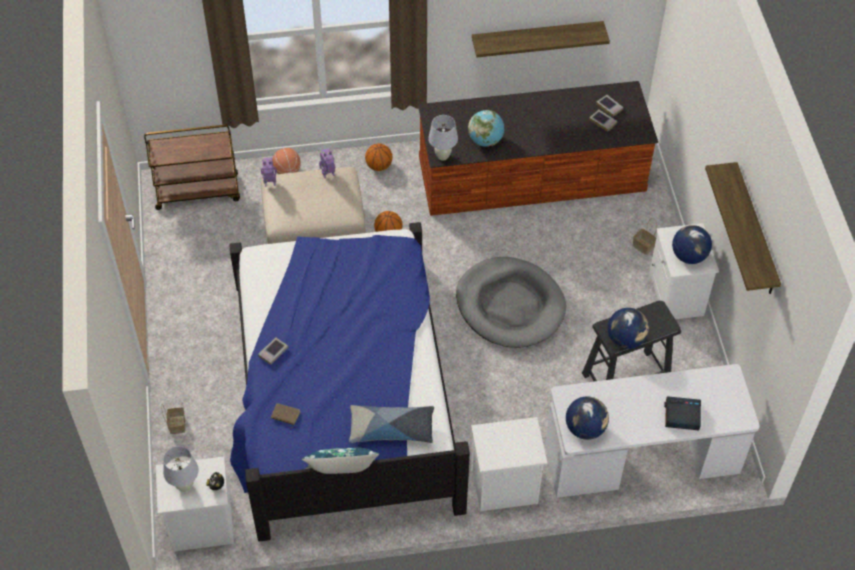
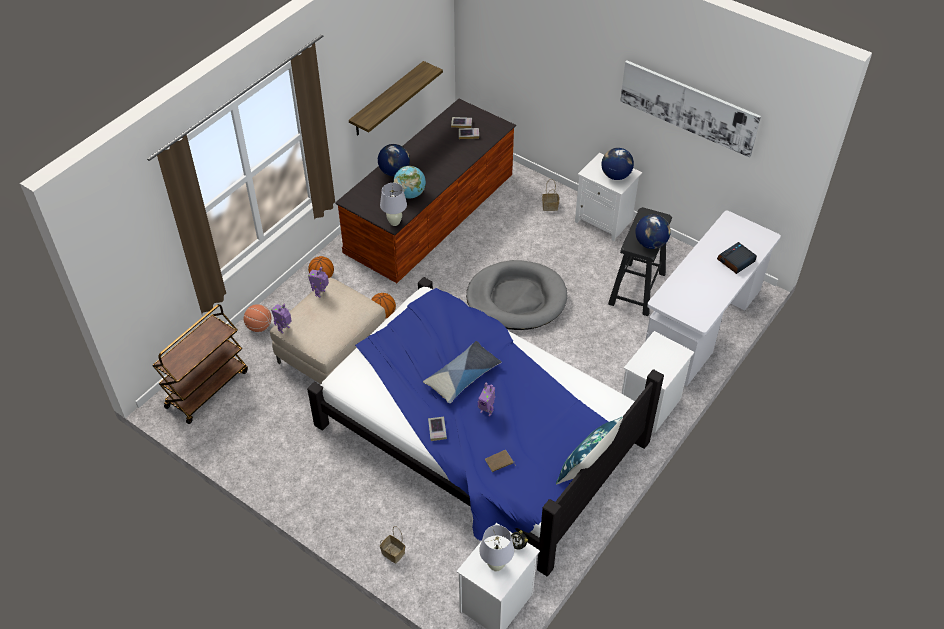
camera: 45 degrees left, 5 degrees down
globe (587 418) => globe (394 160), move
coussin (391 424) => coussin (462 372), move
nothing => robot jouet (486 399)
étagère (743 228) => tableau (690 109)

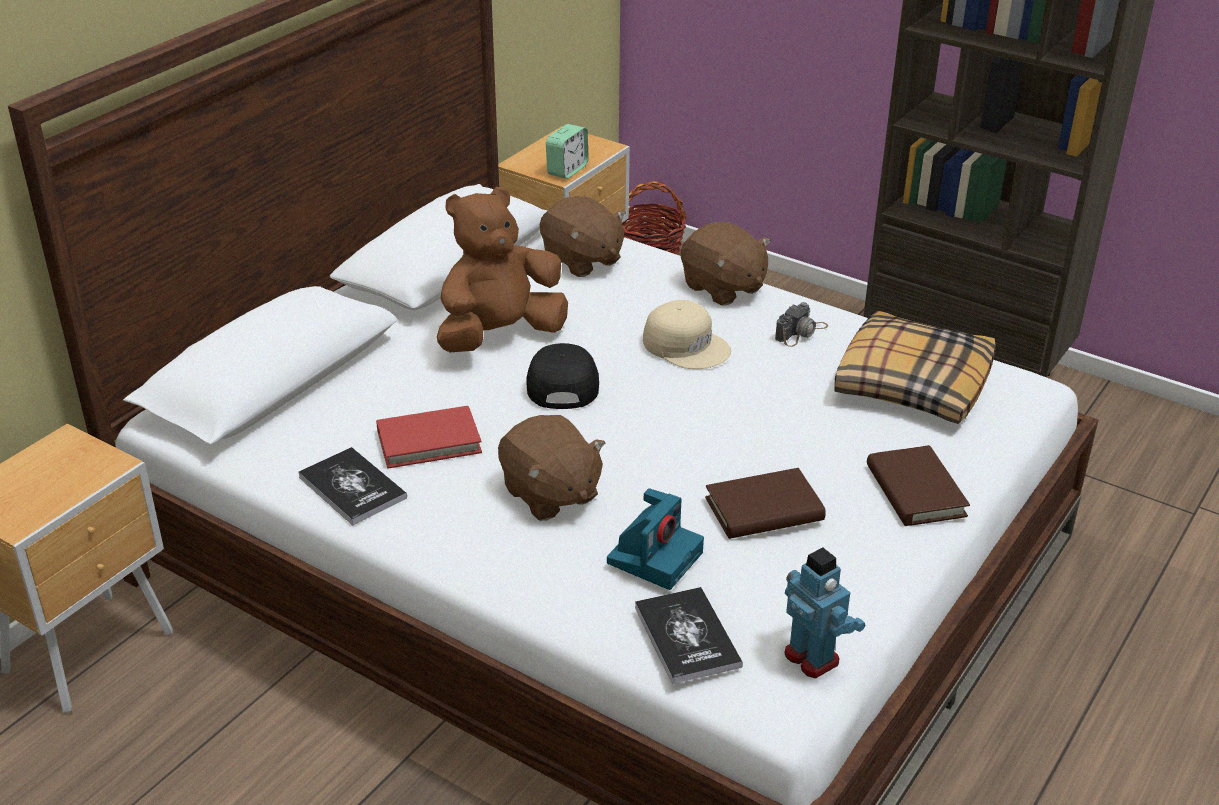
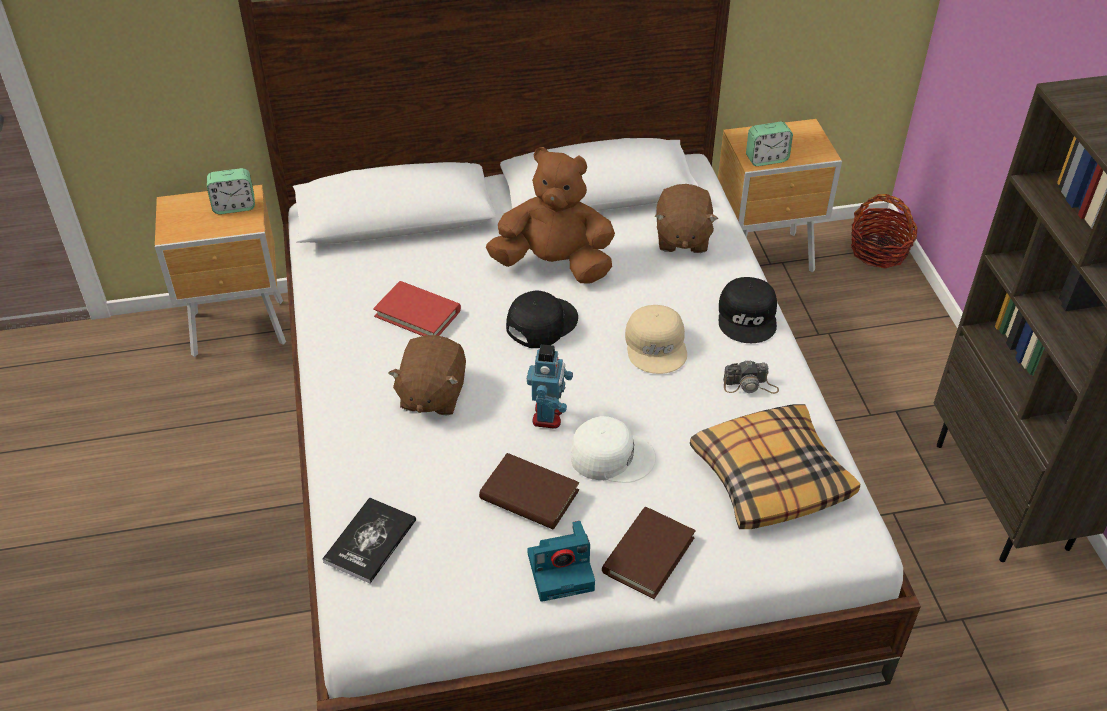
camera: 45 degrees right, 10 degrees up
nothing => réveil (231 191)
robot jouet (825 613) => robot jouet (550 386), move
appareil photo (655 539) => appareil photo (561 561), move
nothing => casquette (blanc) (613 449)
peluche (marron) (726 264) => casquette (noir) (748 310)
livre (352 486) => nothing

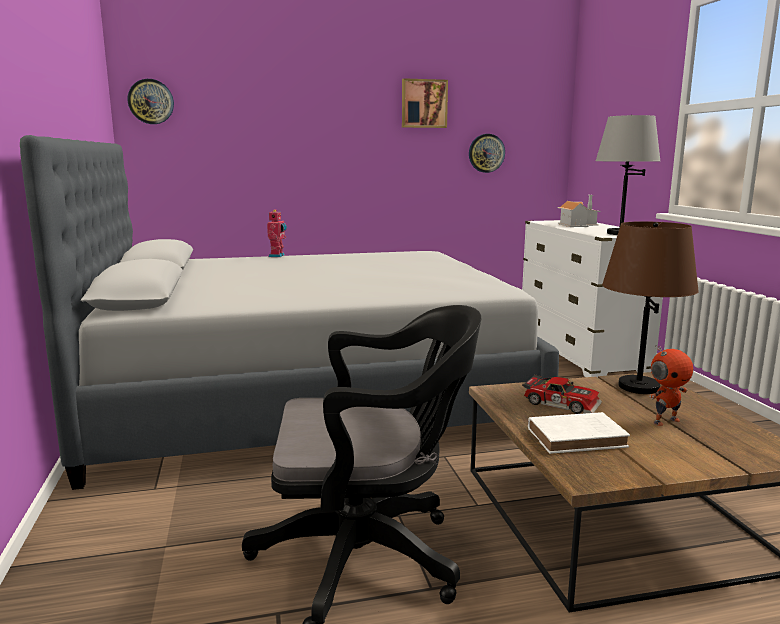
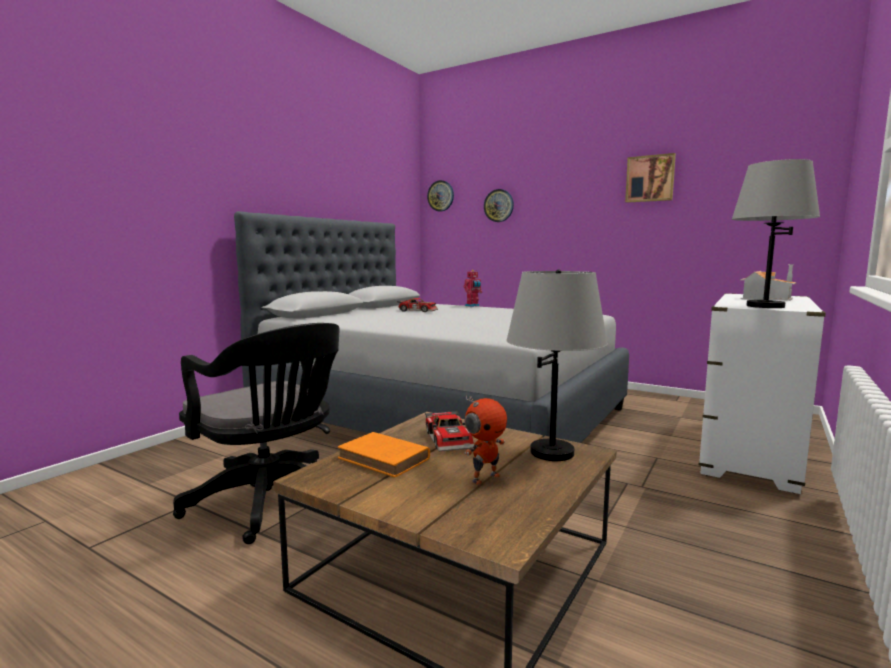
camera: 45 degrees right, 5 degrees down
livre (blanc) (579 433) => livre (orange) (384 455)
nothing => petite voiture (417 305)
robot jouet (671 385) => robot jouet (486 440), 60 degrees counterclockwise
horloge murale (487 153) => horloge murale (499 205), move
lampe de table (marron) (650 307) => lampe de table (gris) (557 365)

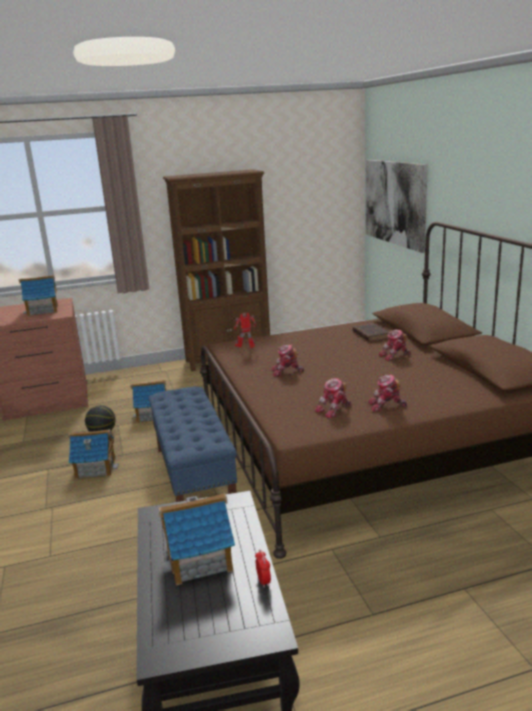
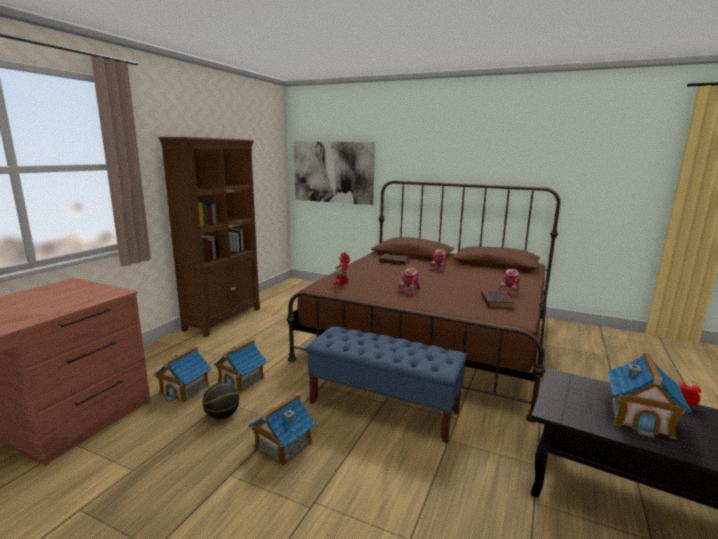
camera: 50 degrees left, 5 degrees down
maison miniature (38 295) => maison miniature (183 374), move
robot jouet (332 398) => livre (marron) (498 299)

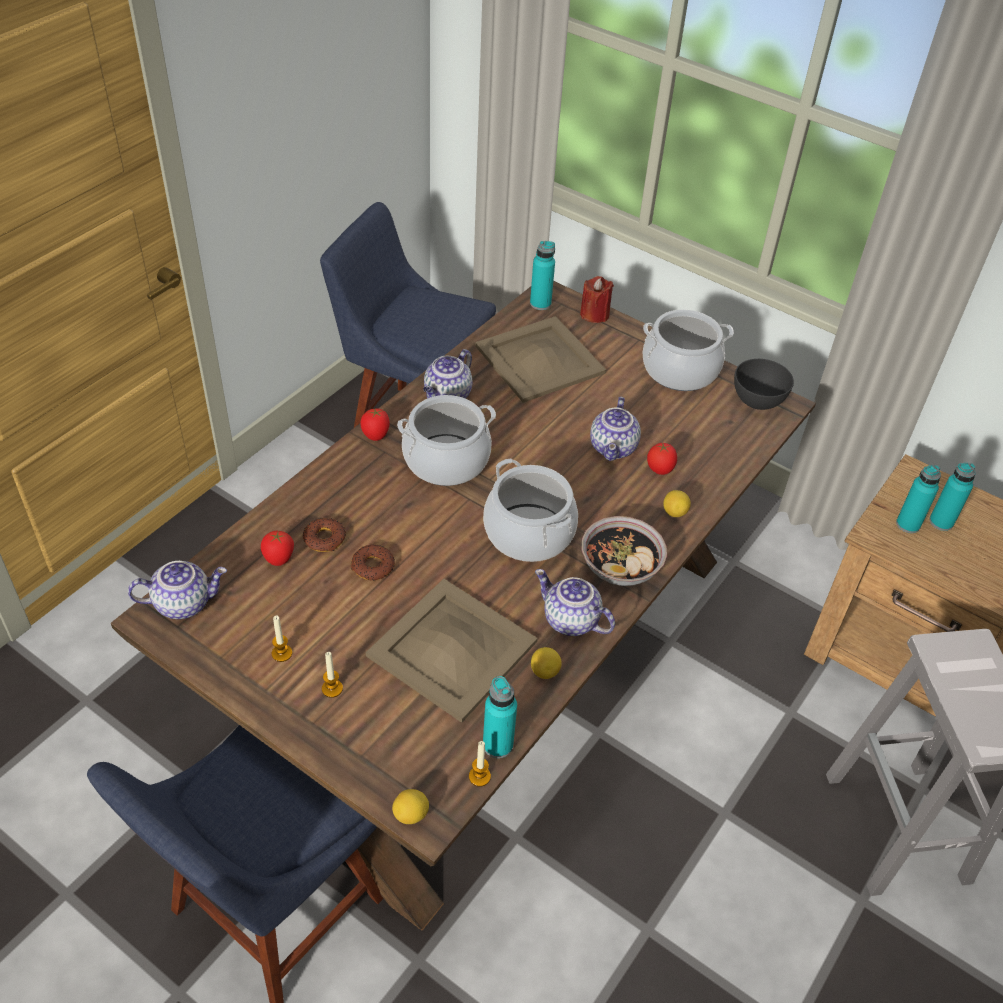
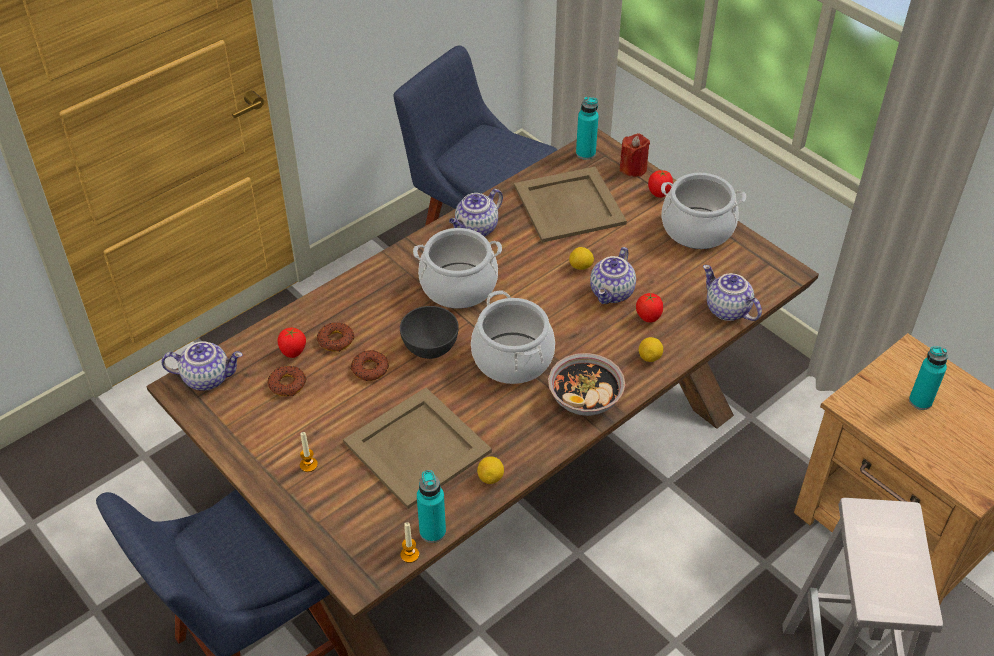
camera: 15 degrees right, 0 degrees up
nothing => beignet (287 381)
bol (gris) (764 384) => bol (gris) (429 332), move
citron (410 806) => citron (581 258), move
tomate (375 424) => tomate (660 184), move
théière (575 602) => théière (732 293), move
bougie (282 638) => nothing
bouteille (turquoise) (918 499) => nothing

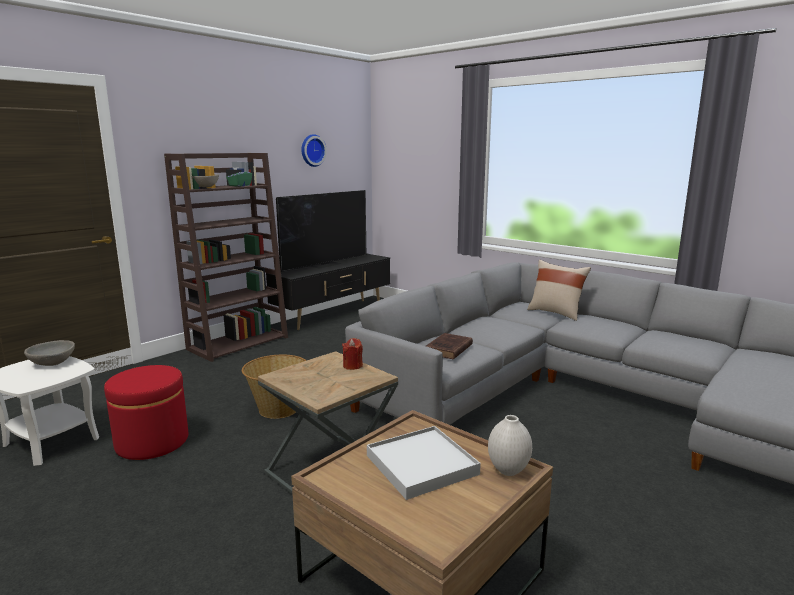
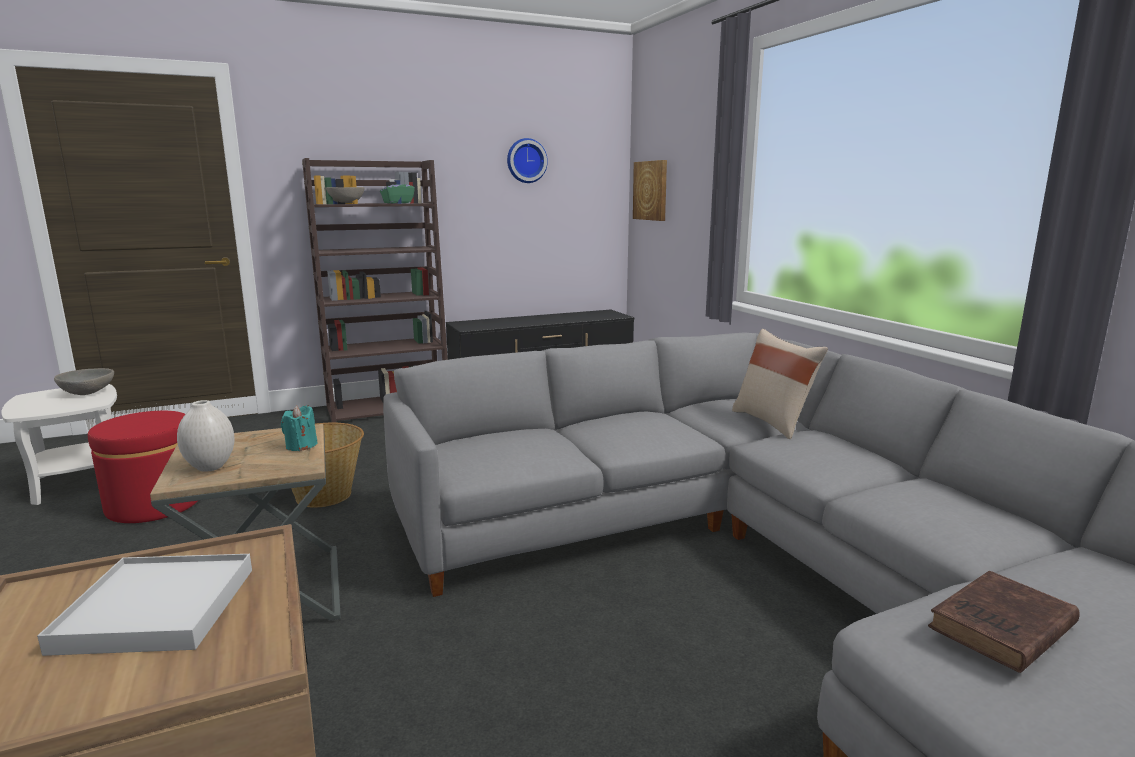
camera: 25 degrees right, 0 degrees up
vase (blanc) (510 445) => vase (blanc) (206 436), move
bougie (rouge) (352 354) => bougie (turquoise) (299 428)
nothing => tableau (650 190)
livre (marron) (449 346) => livre (marron) (1004 622), move
téléviseur (321 231) => nothing

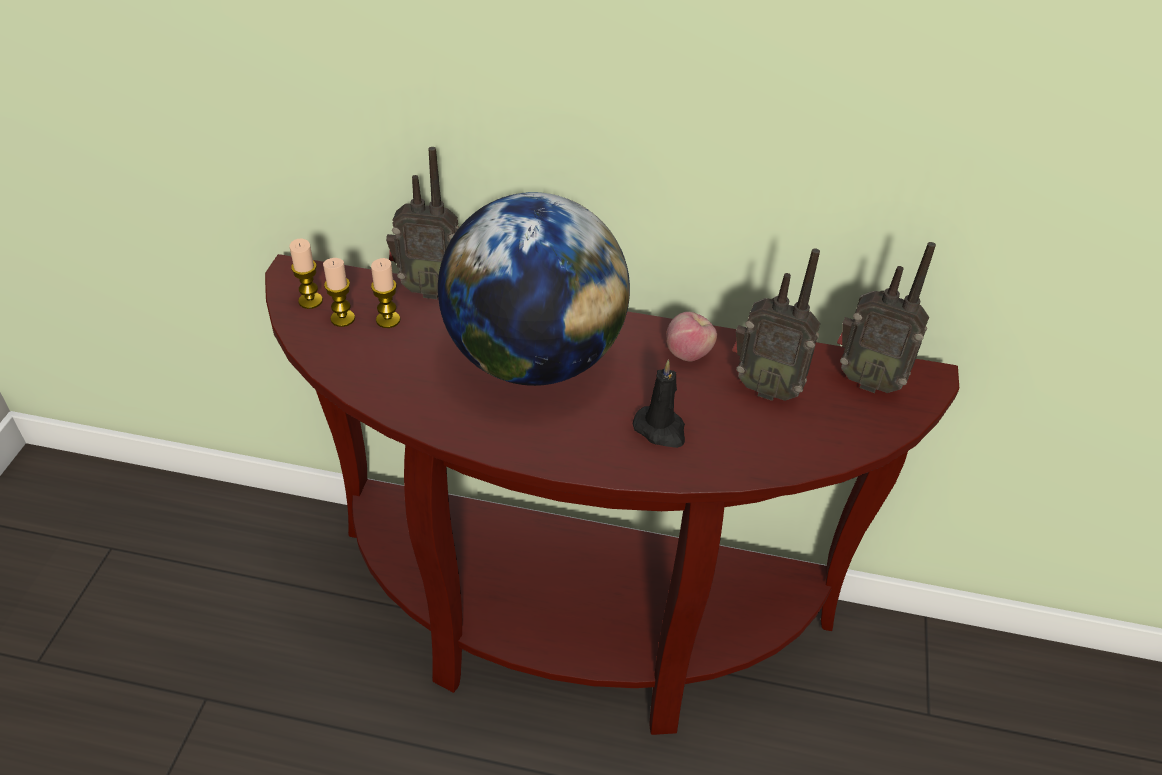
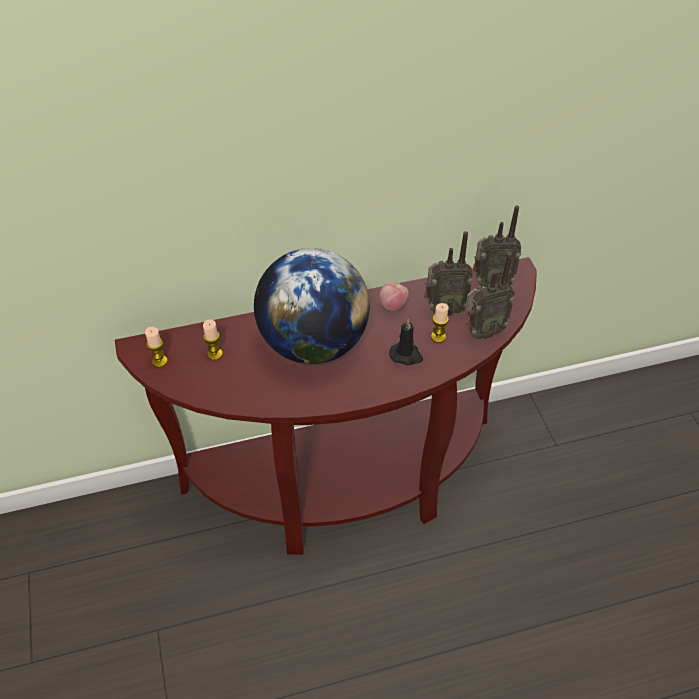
camera: 25 degrees left, 5 degrees up
bougie (339 292) => bougie (440 323), move
radio (422 223) => radio (490 295), move

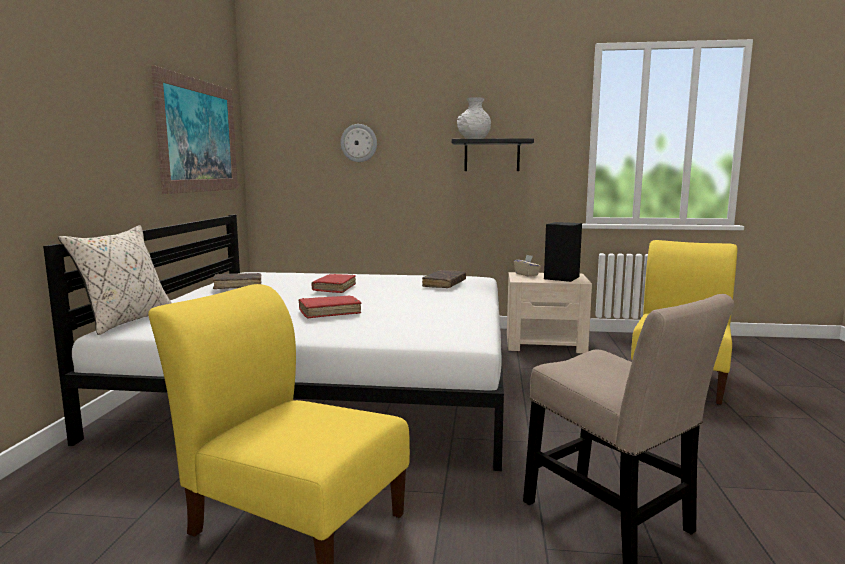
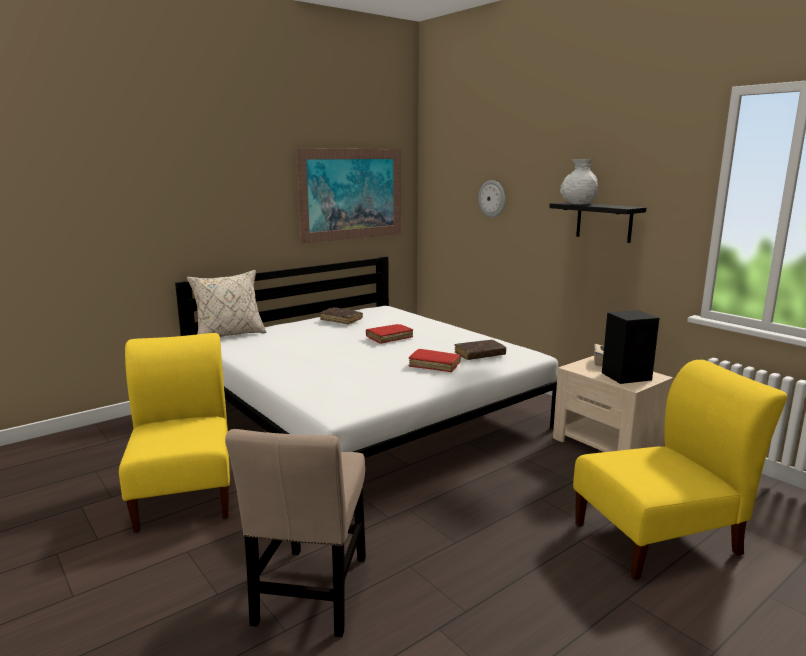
camera: 45 degrees right, 5 degrees up
livre (rouge) (329 307) => livre (rouge) (435 360), move

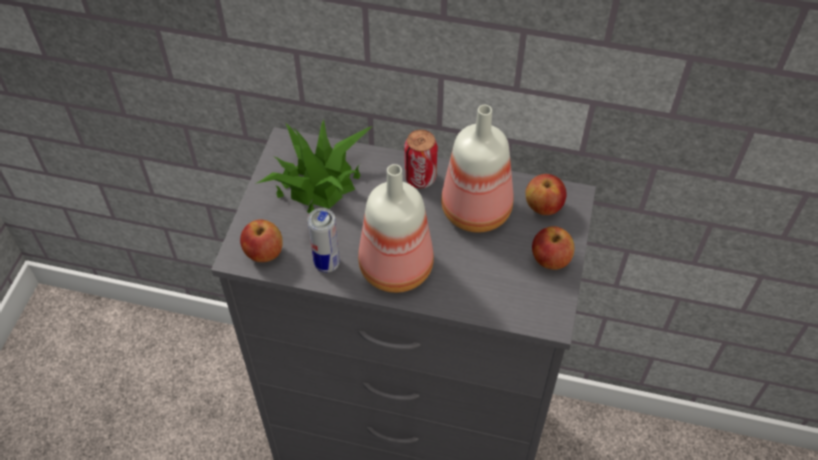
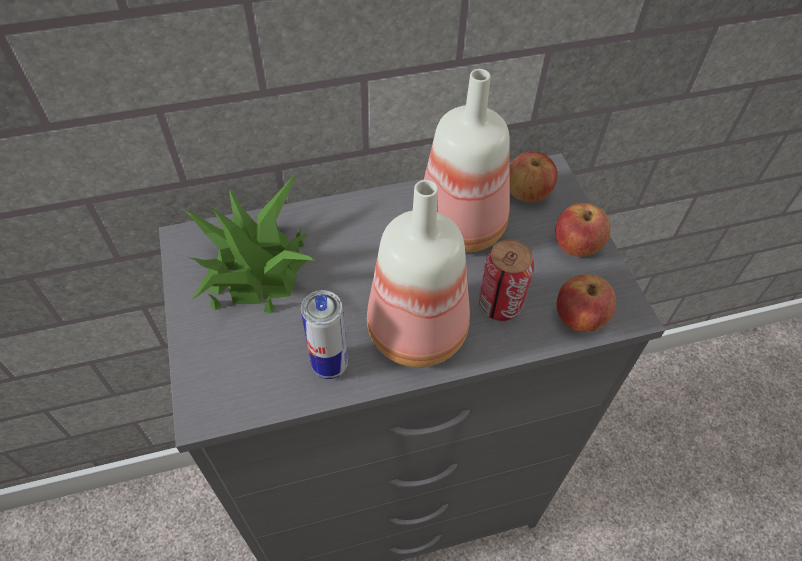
camera: 30 degrees left, 0 degrees up
boîte métallique (421 159) => boîte métallique (506 280), move
pomme (261 240) => pomme (586 303), move

